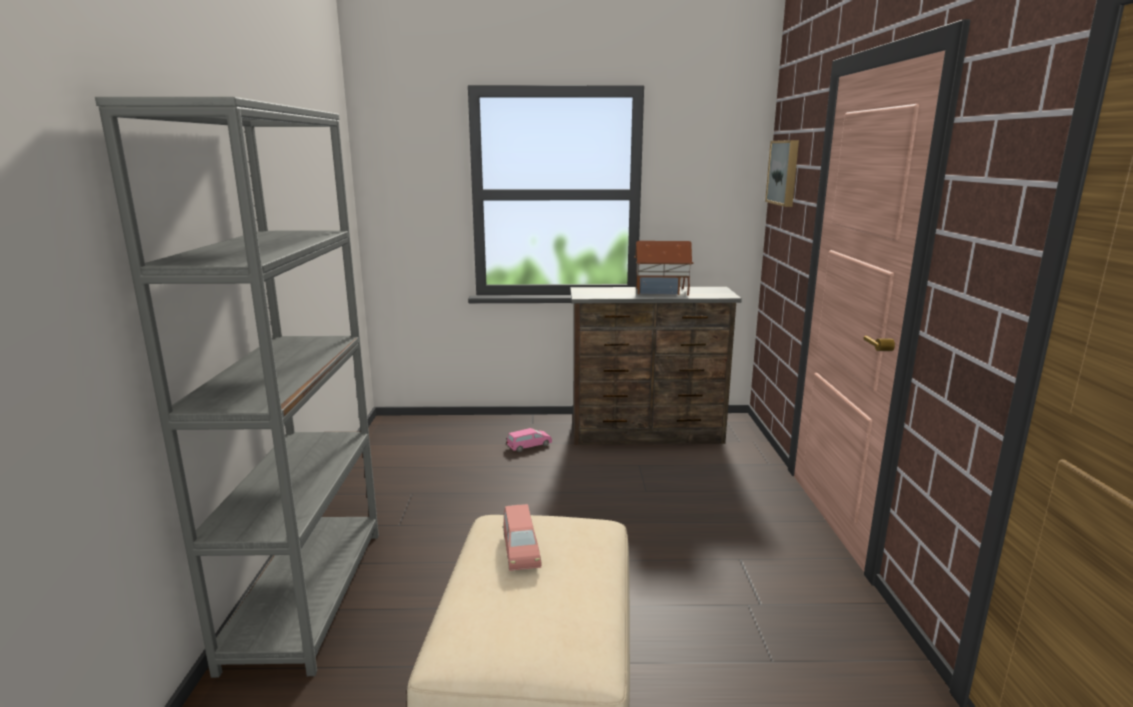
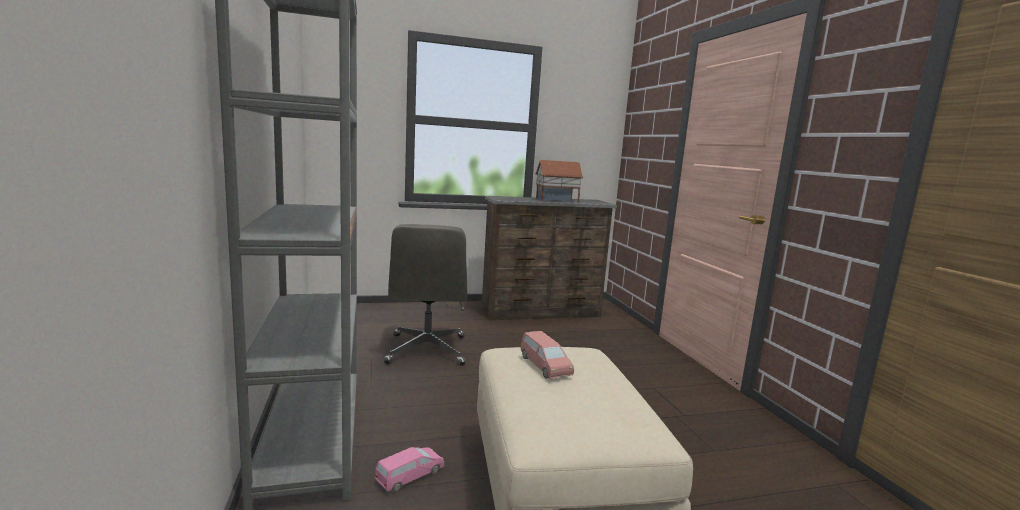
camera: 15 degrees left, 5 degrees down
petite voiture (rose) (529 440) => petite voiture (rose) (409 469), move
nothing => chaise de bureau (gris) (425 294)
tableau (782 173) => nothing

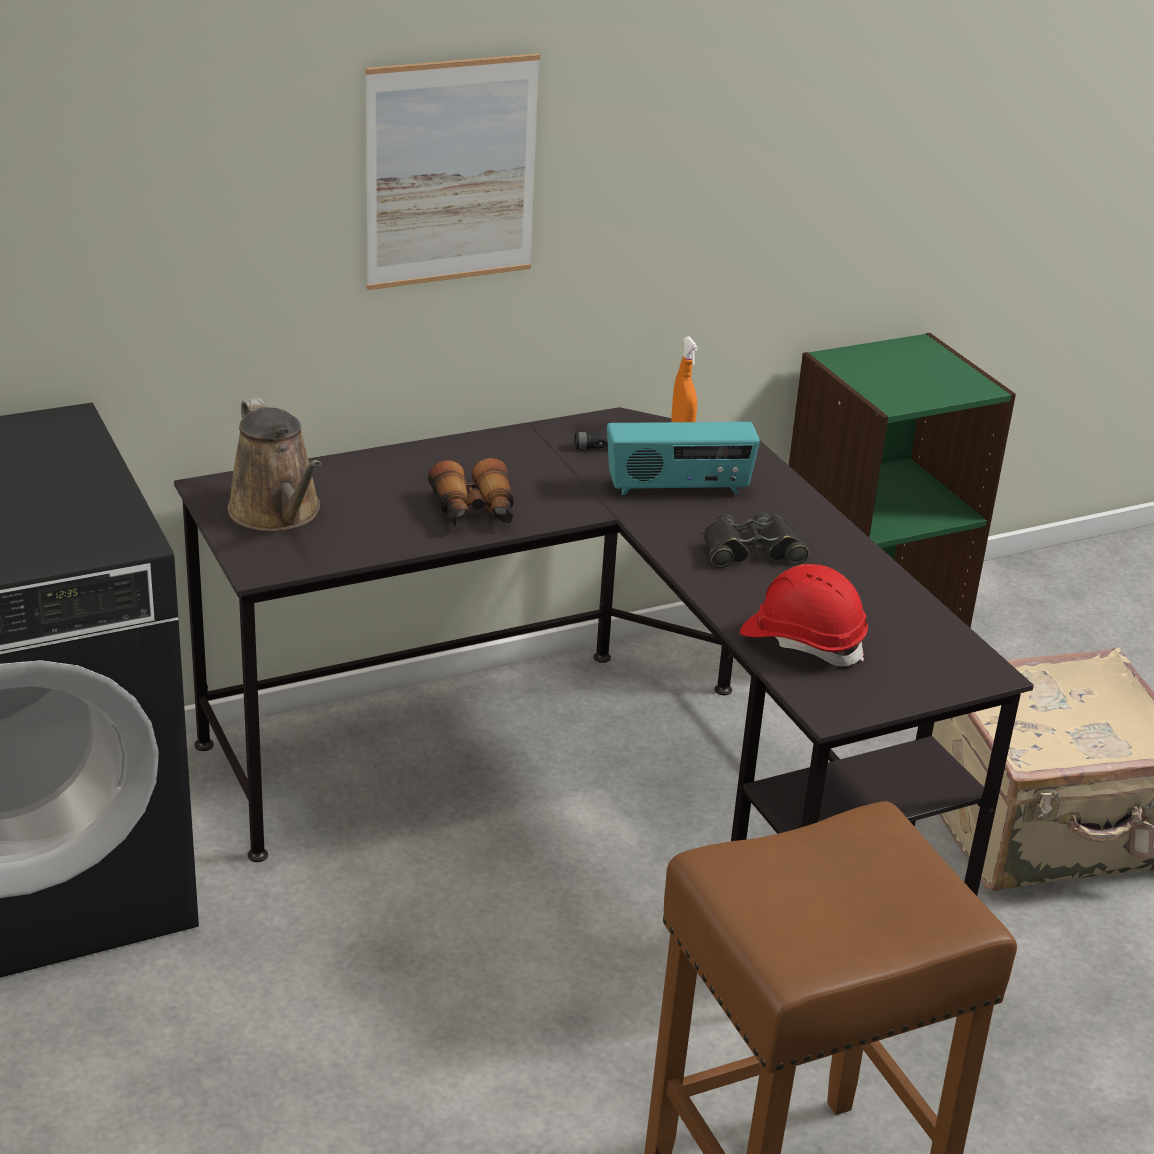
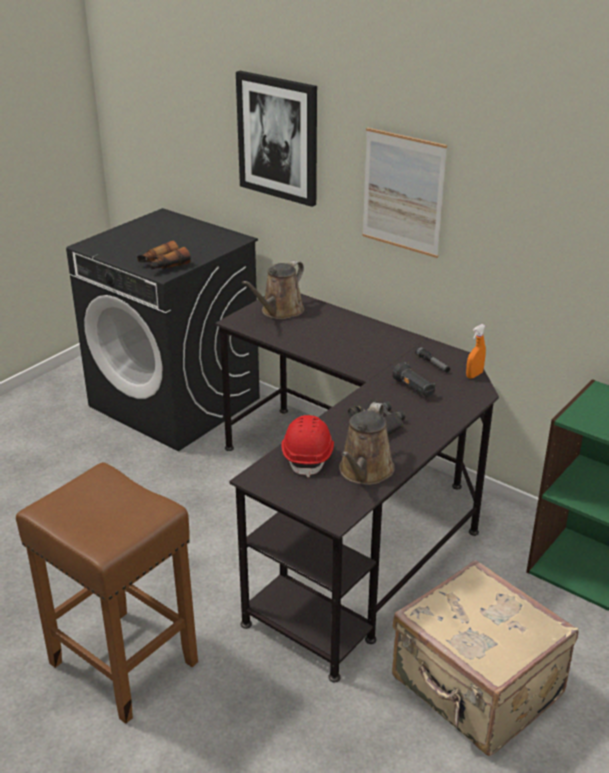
camera: 65 degrees right, 0 degrees up
jumelles (471 492) => jumelles (164 255), move
nothing => tableau (276 139)
nothing => arrosoir (marron) (367 443)
radio (683 458) => lampe de poche (noir) (413 379)

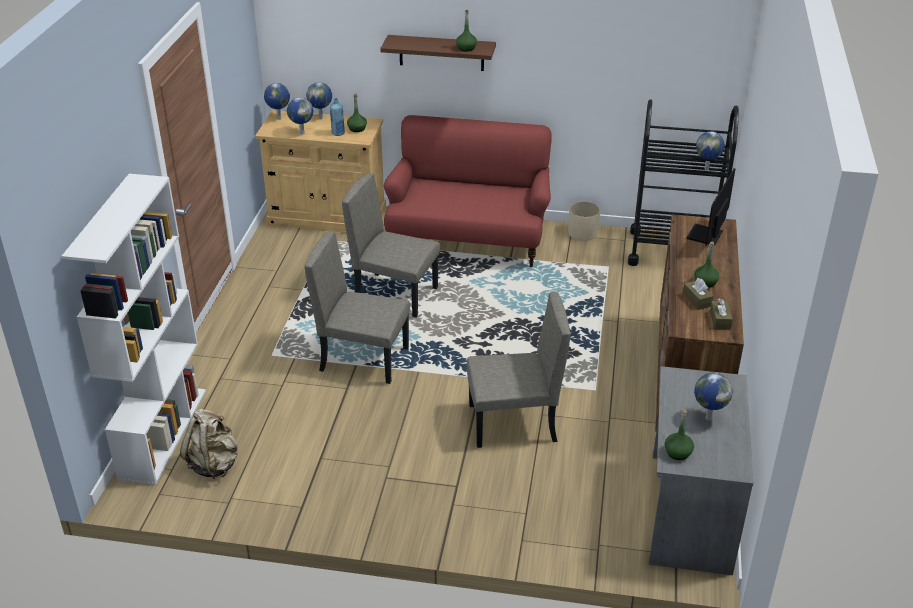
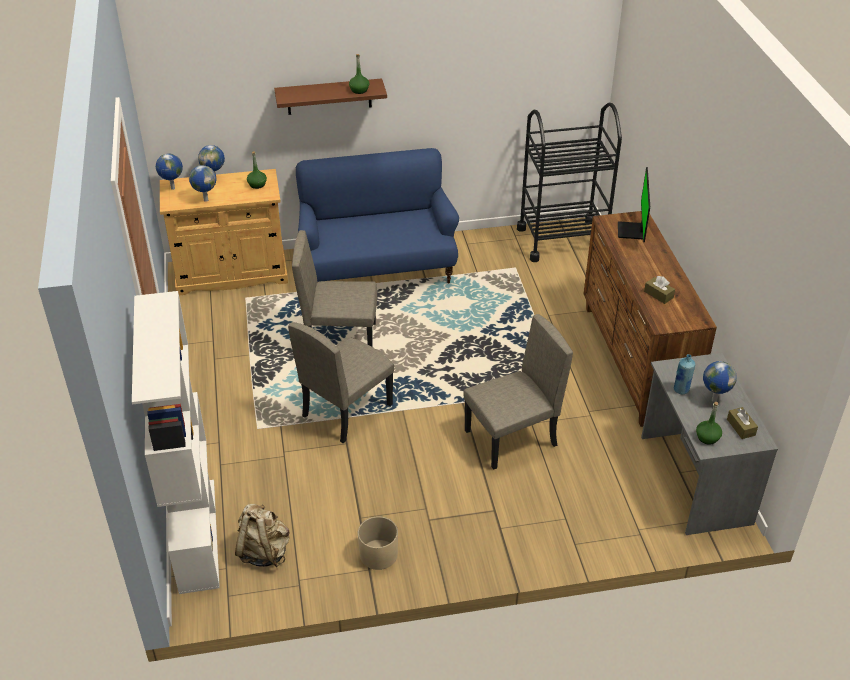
camera: 20 degrees left, 5 degrees up
chaise (beige) (357 307) => chaise (beige) (341 382), 45 degrees counterclockwise
canapé (rouge) (468 191) => canapé (bleu) (377 216)
cache-pot (beige) (584 221) => cache-pot (beige) (378 543), move
bouteille (bleu) (337 117) => bouteille (bleu) (684 374), move
boîte à mouchoirs (marron) (721 314) => boîte à mouchoirs (marron) (742 423), move
bouteille (vert) (707 265) => nothing
globe (710 151) => nothing

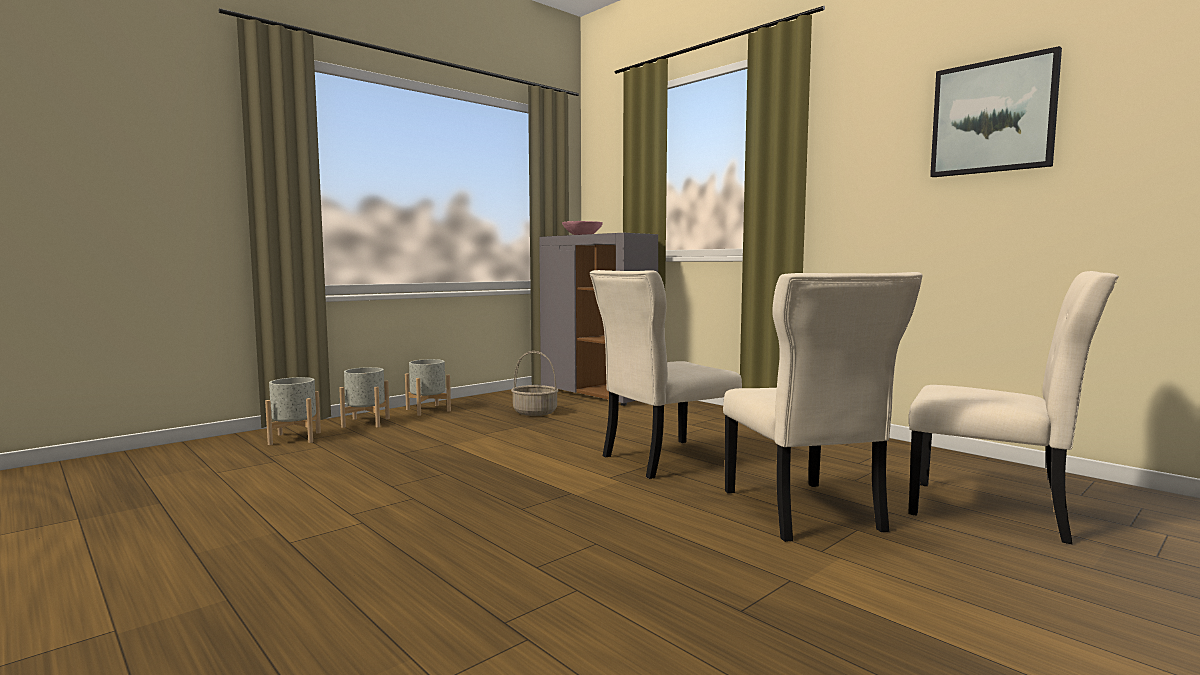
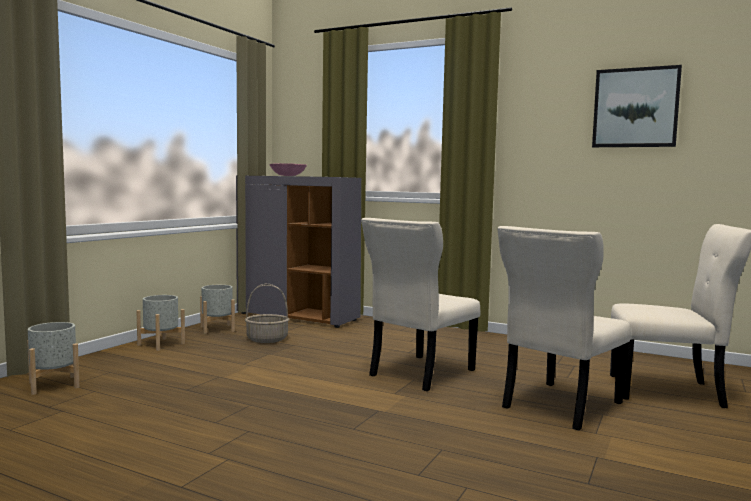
camera: 20 degrees left, 0 degrees up
cache-pot (gris) (364 397) => cache-pot (gris) (217 309), move
chaise (beige) (822 407) => chaise (beige) (564 328), 75 degrees clockwise

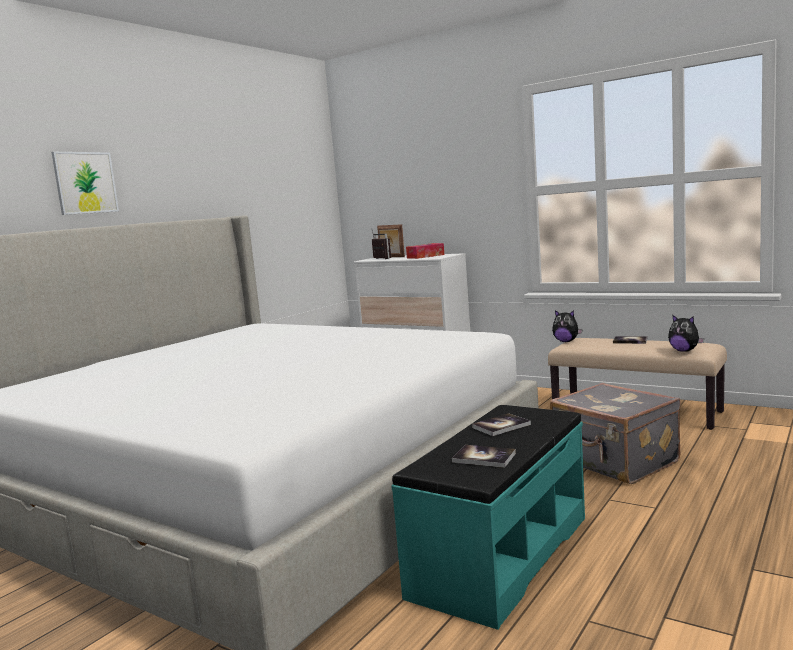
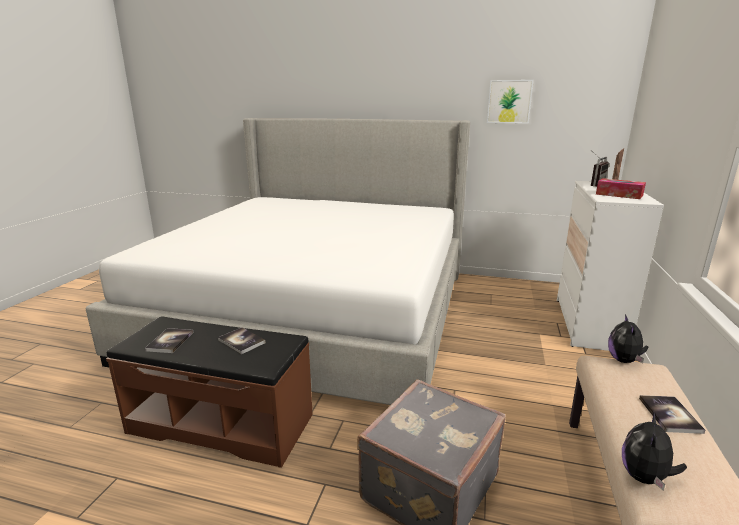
camera: 70 degrees right, 10 degrees up
banc (turquoise) (488 517) => banc (marron) (209 392)
tableau (85 183) => tableau (510 102), move

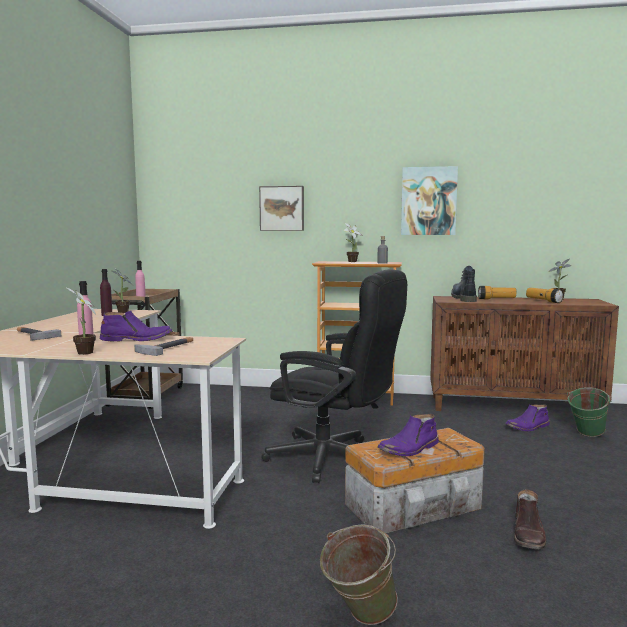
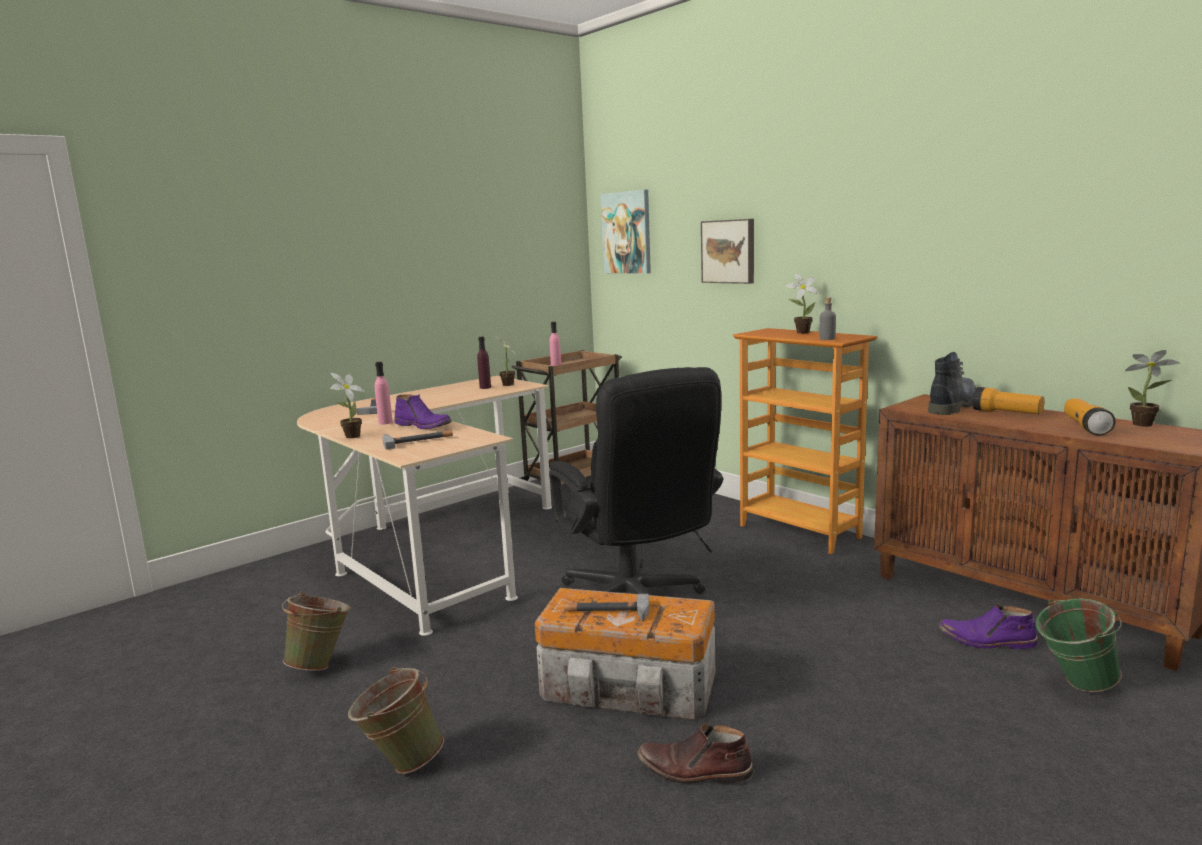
camera: 40 degrees right, 5 degrees up
nothing => seau (vert) (316 631)
botte (violet) (408 435) => marteau (606 608)
tableau (429 200) => tableau (625 232), move
botte (marron) (530 519) => botte (marron) (695 753), 45 degrees clockwise

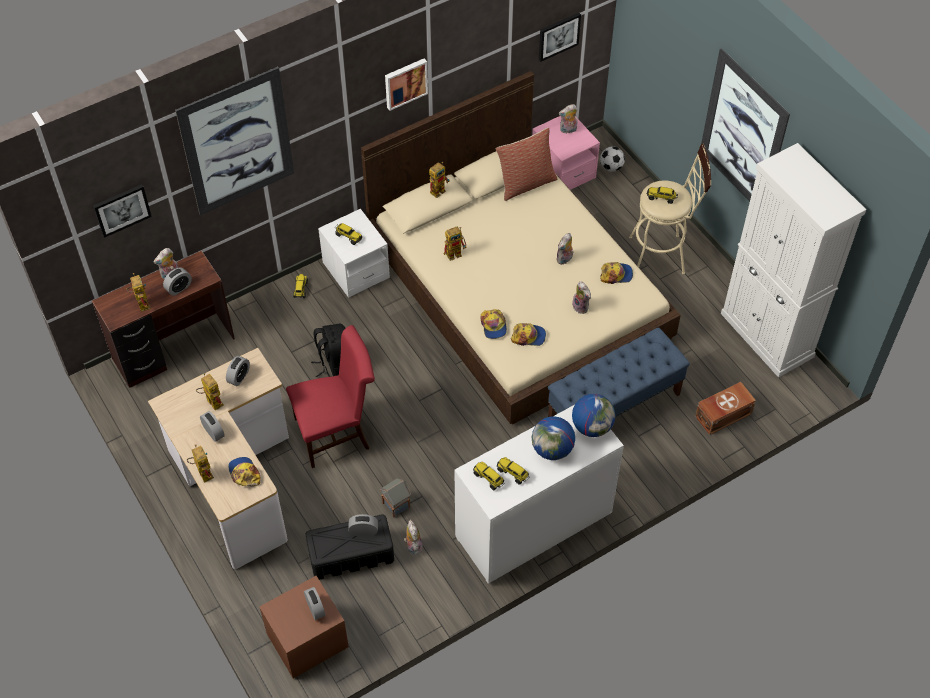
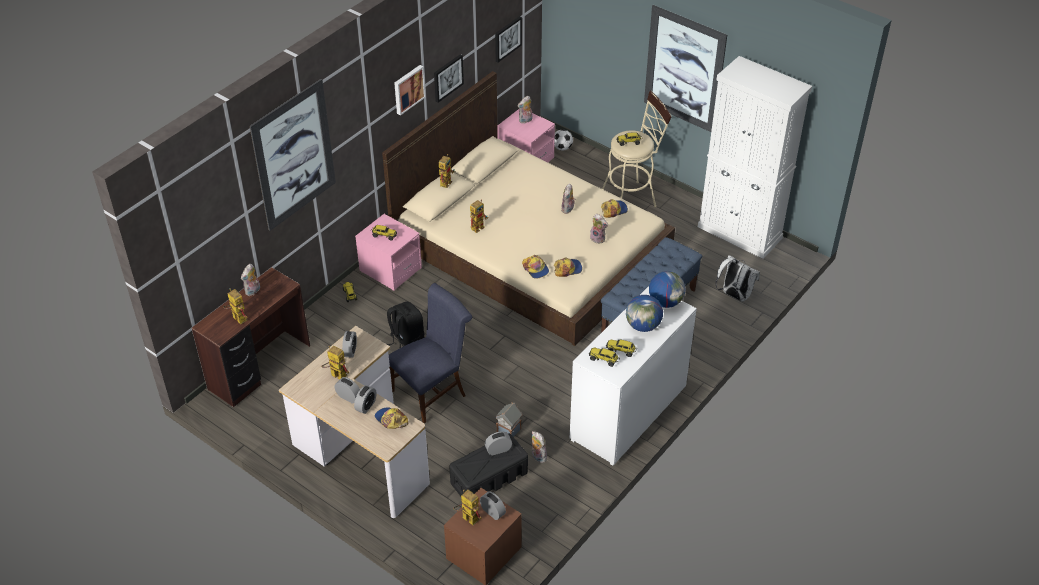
camera: 20 degrees left, 10 degrees down
réveil (177 282) => réveil (365 399), move
table de chevet (blanc) (354 253) => table de chevet (rose) (388 252)
chaise (rouge) (330 396) => chaise (bleu) (430 353)
tableau (122 211) => tableau (449 78), move
robot jouet (200 463) => robot jouet (467 507), move
boîte de rangement (marron) (725 408) => sac à dos (blanc) (737 278)
coussin (526 164) => nothing

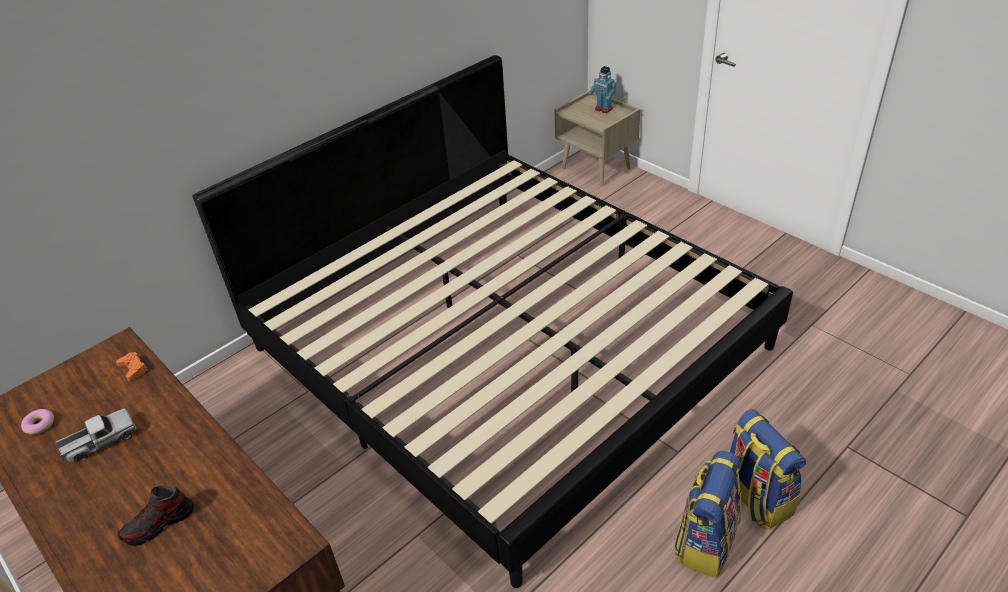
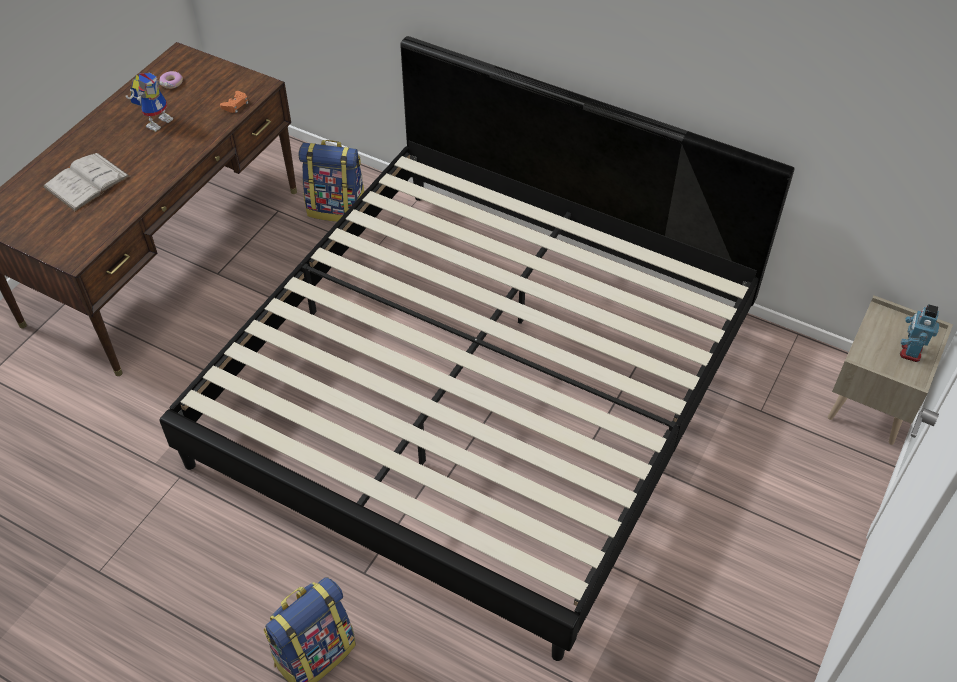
camera: 70 degrees right, 10 degrees up
chaussure (156 515) => livre (blanc) (86 182)
camion jouet (95 435) => robot jouet (151 102)
sac à dos (708 514) => sac à dos (331 181), move

